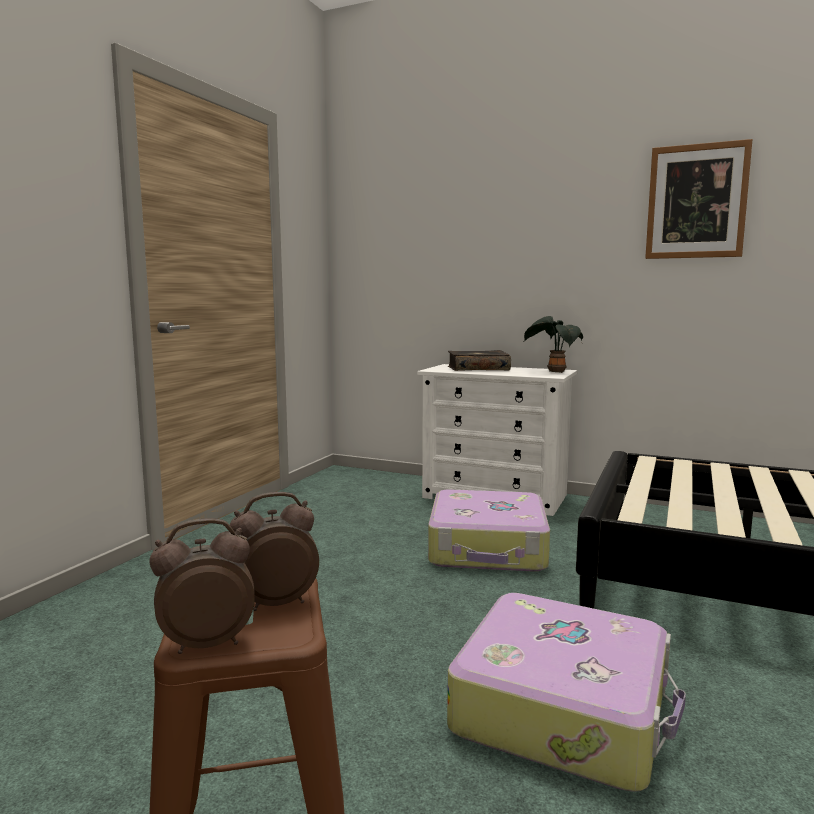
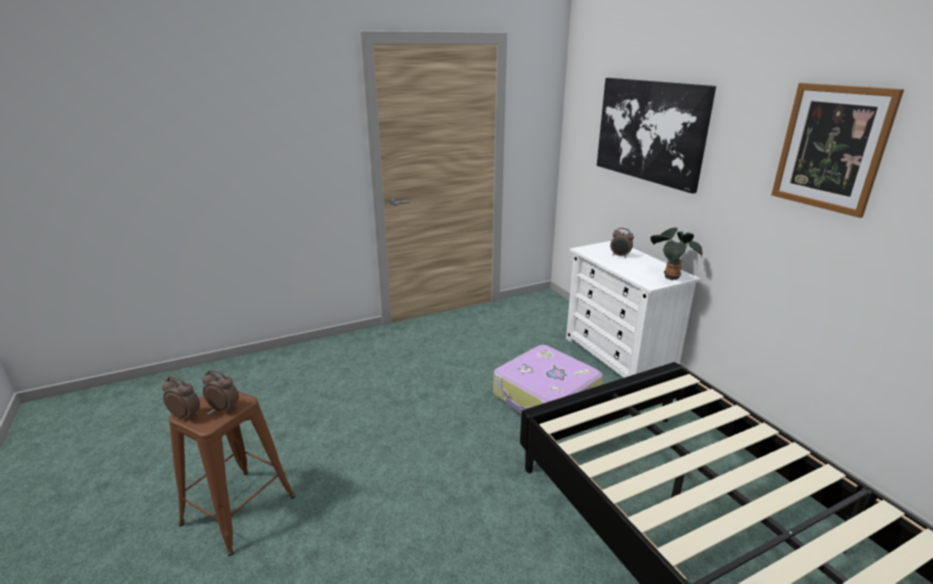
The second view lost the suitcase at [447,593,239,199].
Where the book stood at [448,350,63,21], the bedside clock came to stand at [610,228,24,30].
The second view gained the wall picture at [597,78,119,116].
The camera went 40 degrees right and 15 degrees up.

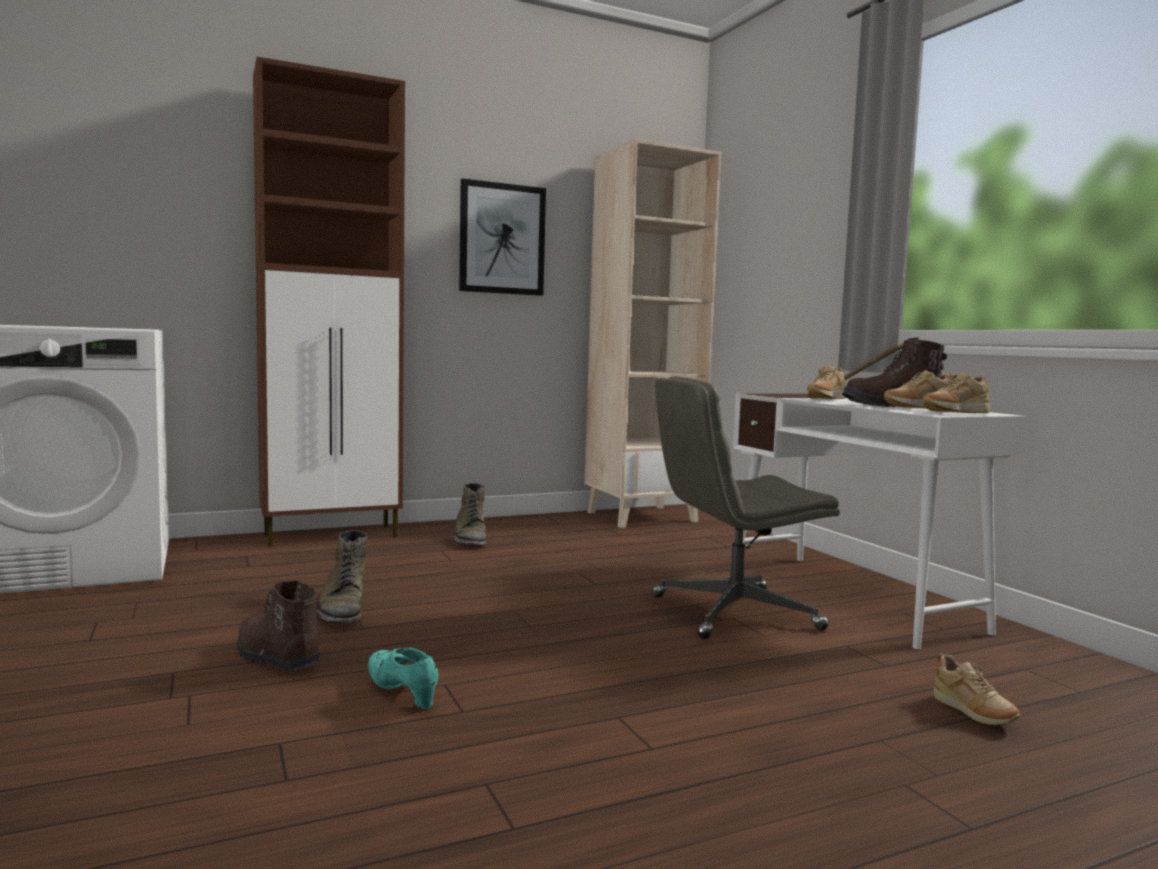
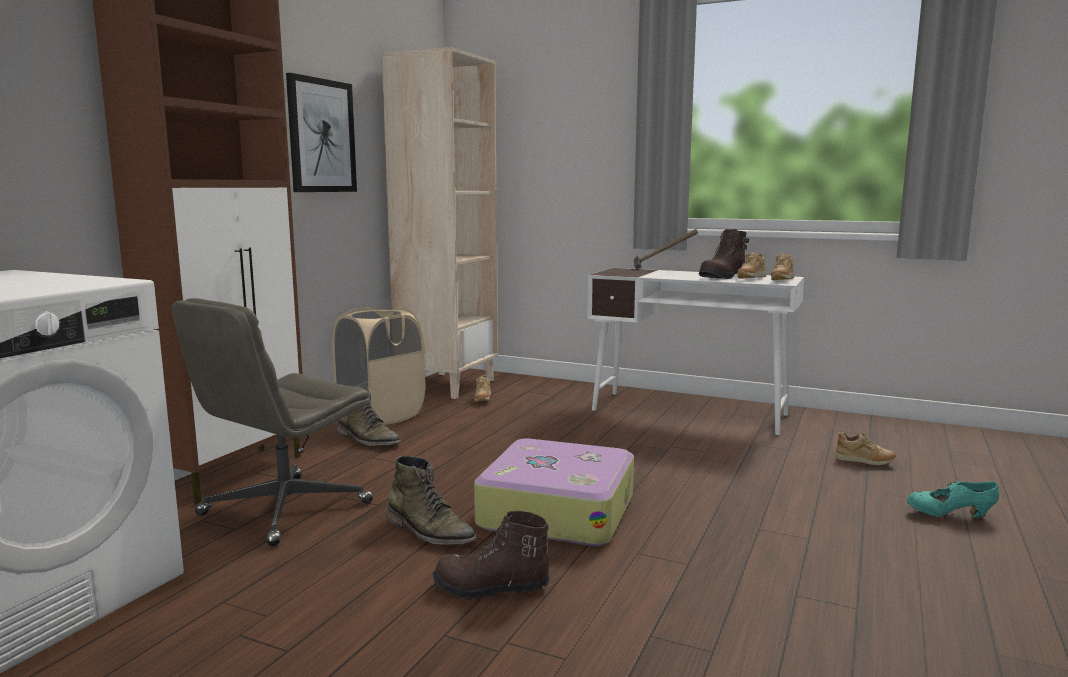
The turquoise-coloured item of footwear ended up elsewhere, having gone from [368,647,70,62] to [907,481,92,37].
The gray desk chair ended up elsewhere, having gone from [651,376,189,263] to [172,298,201,248].
The beige item of footwear ended up elsewhere, having gone from [807,365,38,34] to [475,374,16,28].
The second view gained the beige washing basket at [332,307,93,118].
The second view gained the suitcase at [474,438,160,108].
The camera went 40 degrees left and 5 degrees up.

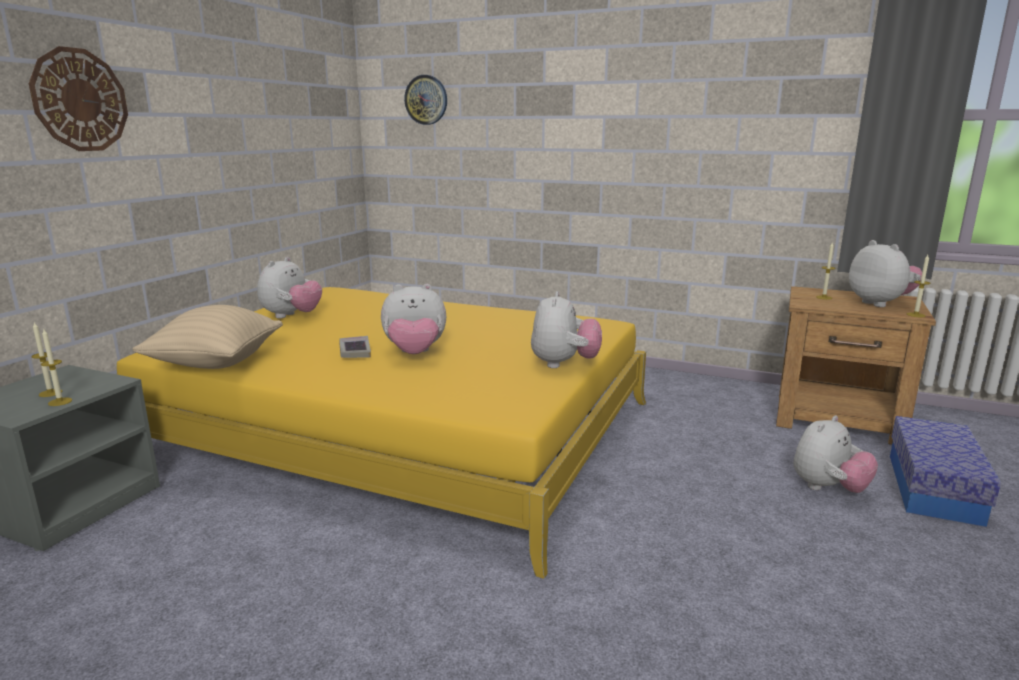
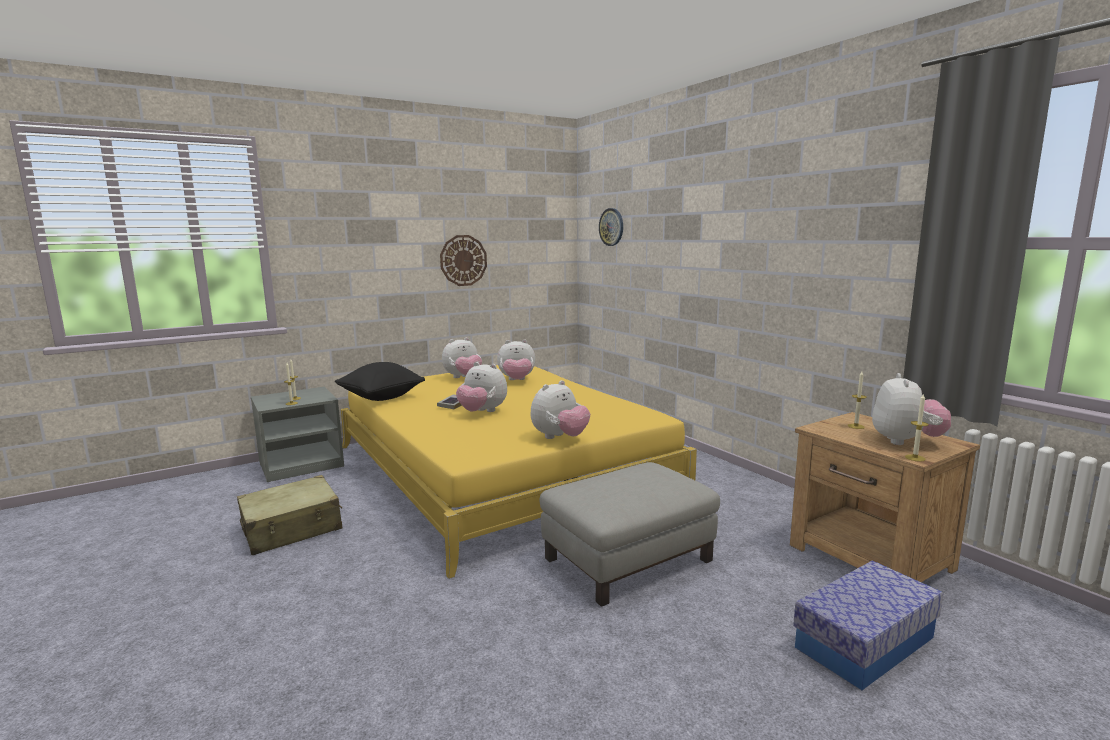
The wall clock ended up elsewhere, having gone from [29,46,99,105] to [440,235,47,51].
What was the beige pillow at [132,305,151,64] turned into the black-coloured pillow at [335,362,90,39].
The soft toy ended up elsewhere, having gone from [793,415,85,78] to [497,339,38,41].
The second view gained the beige suitcase at [237,475,105,80].
The second view gained the gray pouffe at [539,462,181,145].
The camera went 35 degrees right and 5 degrees down.

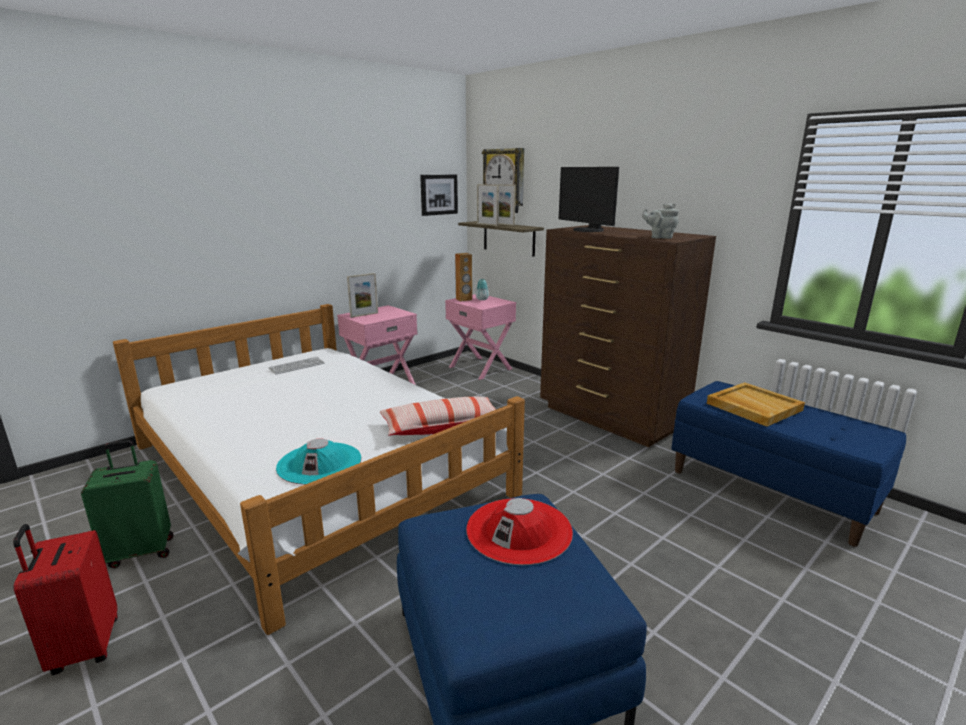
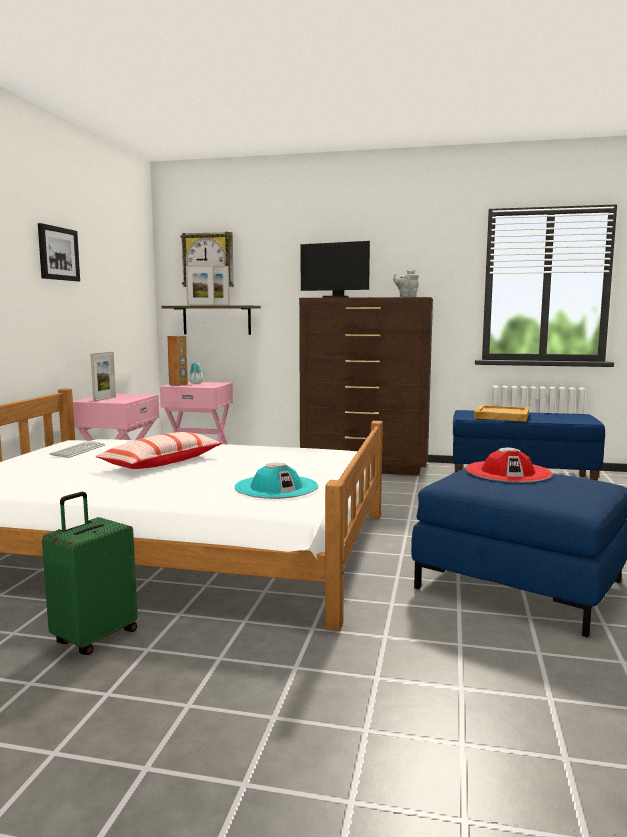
The second view lost the red suitcase at [13,524,105,151].
The pillow ended up elsewhere, having gone from [380,396,116,40] to [95,432,128,37].
The wall picture ended up elsewhere, having gone from [420,175,38,41] to [38,223,42,58].
The camera went 35 degrees left and 10 degrees down.

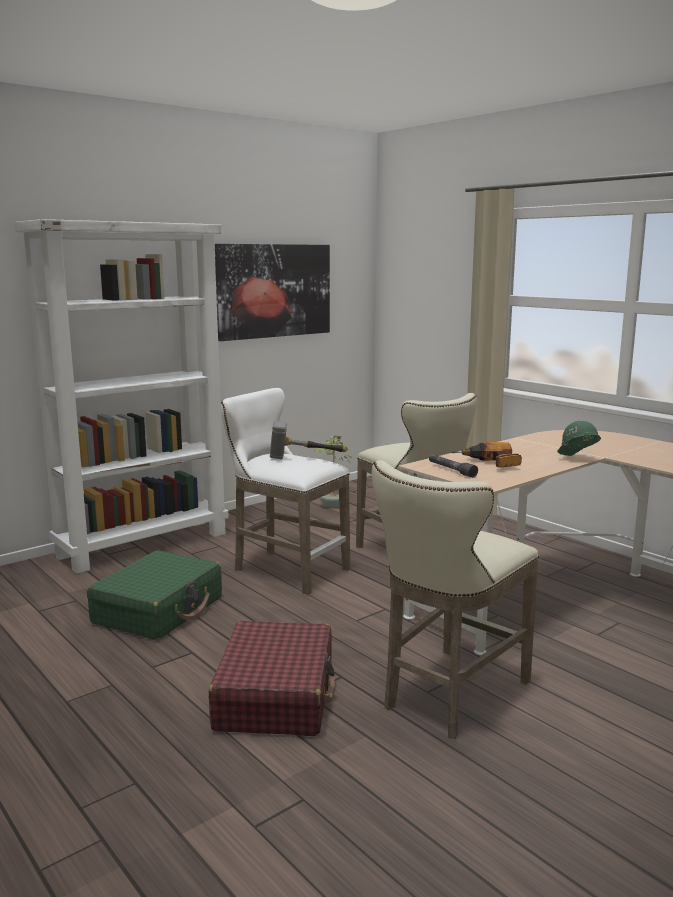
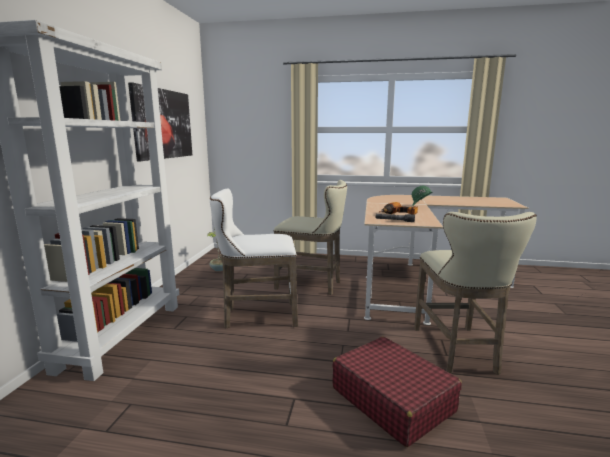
The second view lost the greenish suitcase at [87,550,135,90].
The second view lost the tool hammer at [270,421,78,38].
The camera went 40 degrees left and 0 degrees up.

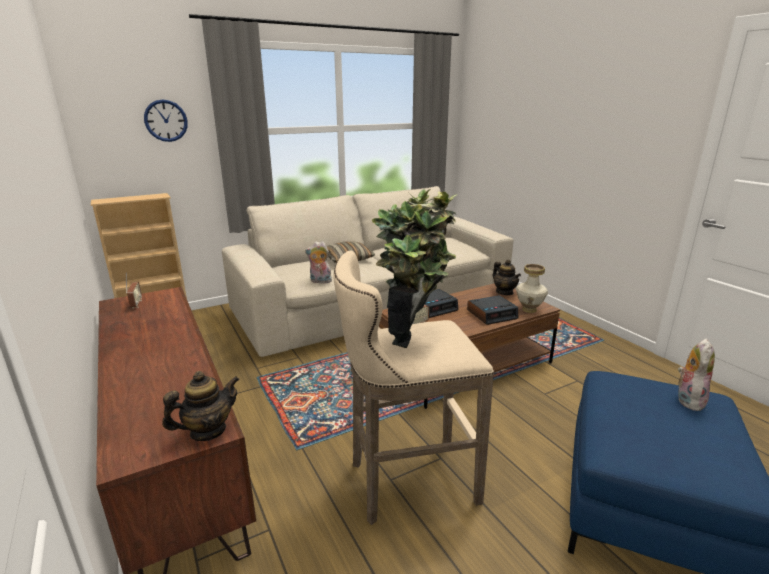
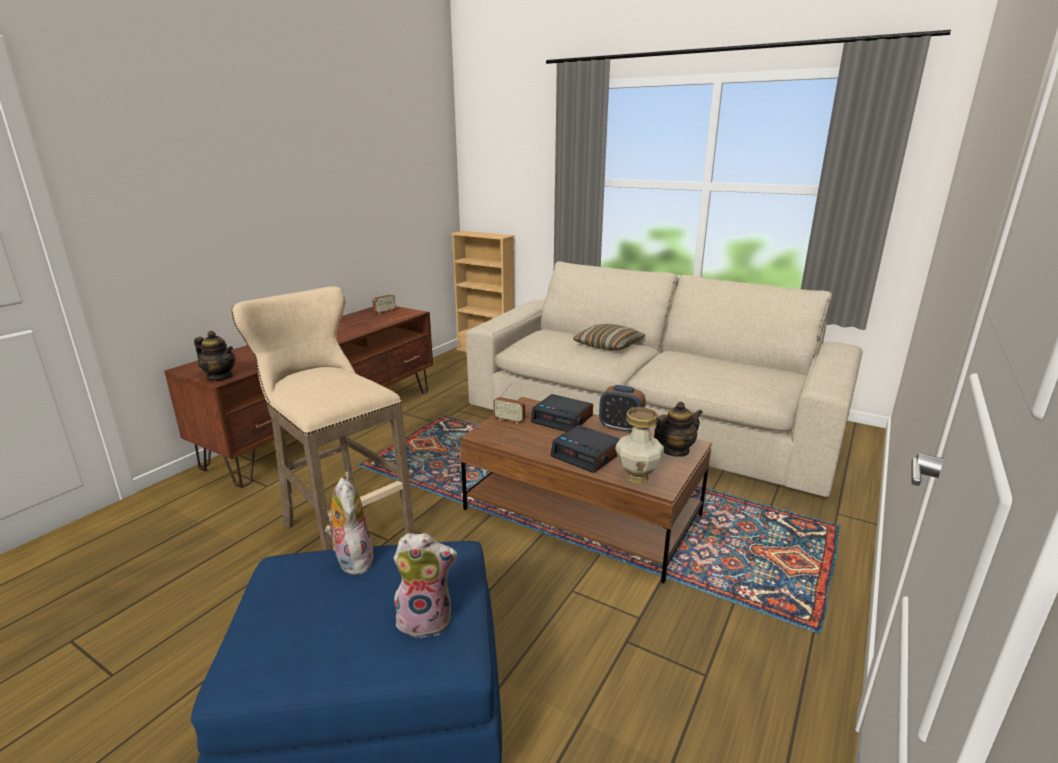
The second view lost the wall clock at [144,99,44,43].
The soft toy ended up elsewhere, having gone from [305,241,27,42] to [325,478,49,97].
The second view lost the plant in a pot at [372,189,86,159].
The teapot at [493,260,28,35] ended up facing another way, 150 degrees counterclockwise from before.
The second view gained the bedside clock at [599,385,47,48].
The camera went 60 degrees right and 0 degrees up.

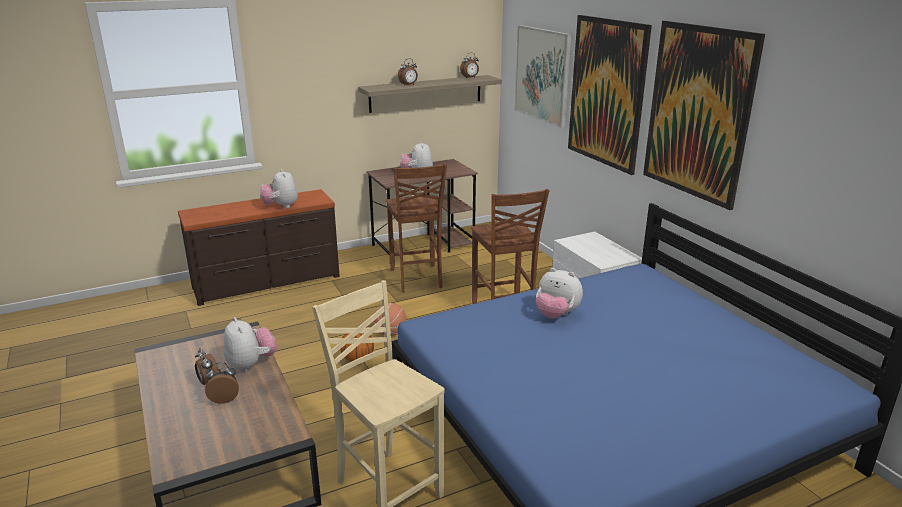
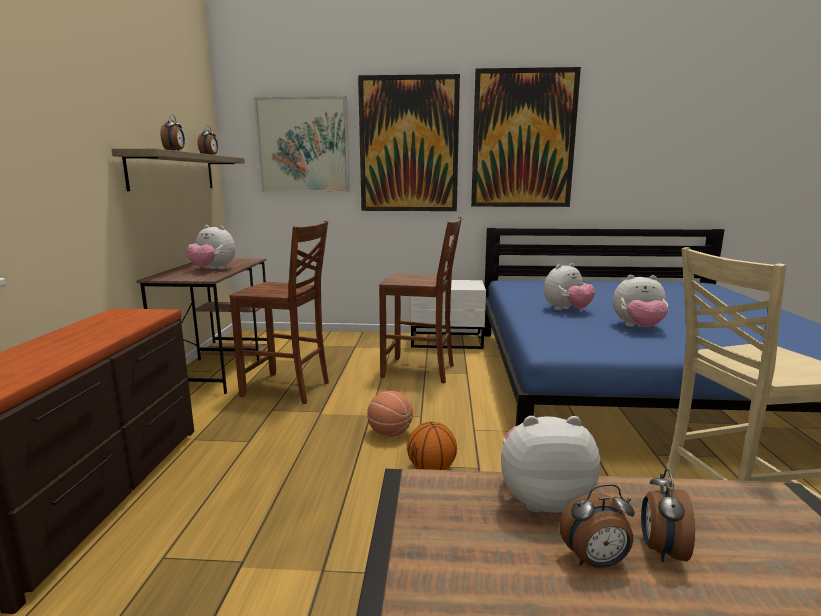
The soft toy ended up elsewhere, having gone from [260,169,38,39] to [613,275,55,53].
The camera went 60 degrees left and 10 degrees down.

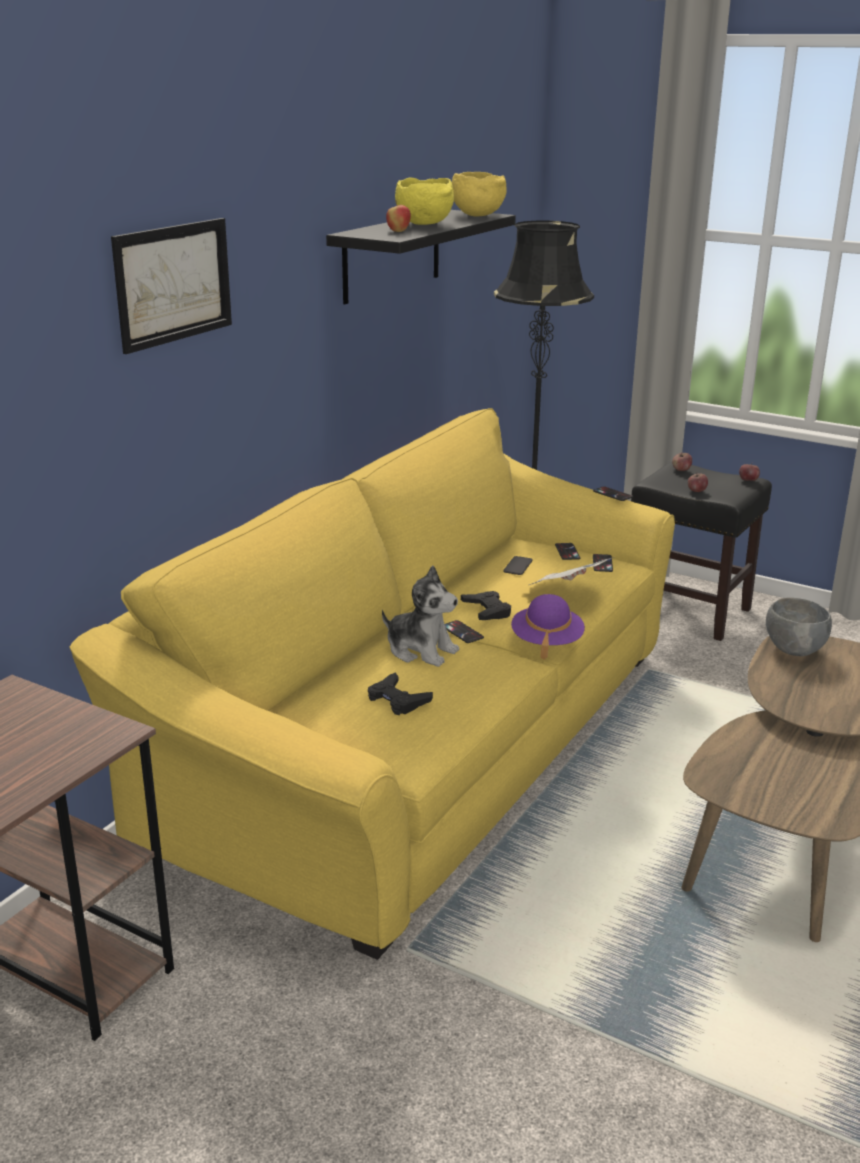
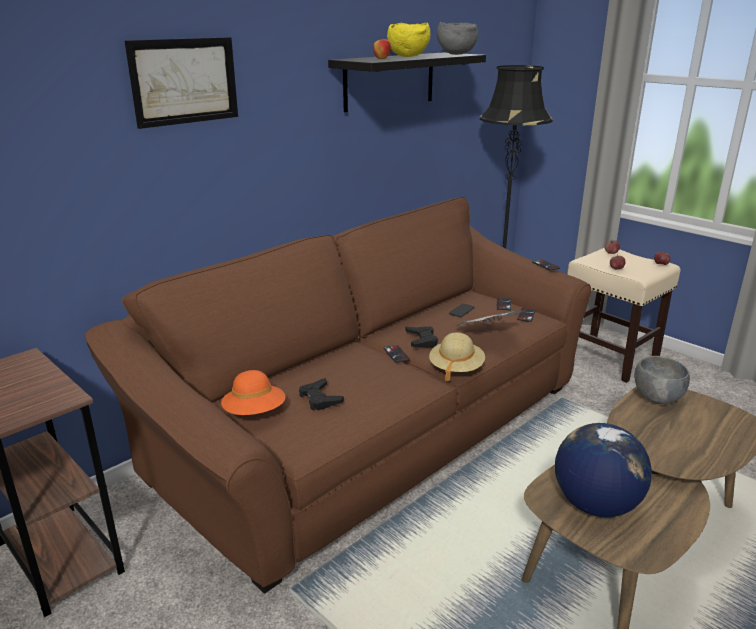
What was the yellow settee at [70,408,605,552] turned into the brown-coloured settee at [85,197,506,397].
The second view lost the soft toy at [382,565,77,102].
What was the yellow serving bowl at [452,172,55,45] turned into the gray serving bowl at [437,22,41,33].
What was the purple-coloured wearable hat at [511,594,74,66] turned into the beige wearable hat at [429,332,56,50].
What was the black-coloured stool at [631,462,141,179] turned into the beige stool at [567,248,113,135].
The second view gained the orange-coloured wearable hat at [221,370,64,45].
The second view gained the world globe at [555,423,97,94].
The camera went 15 degrees right and 0 degrees up.

